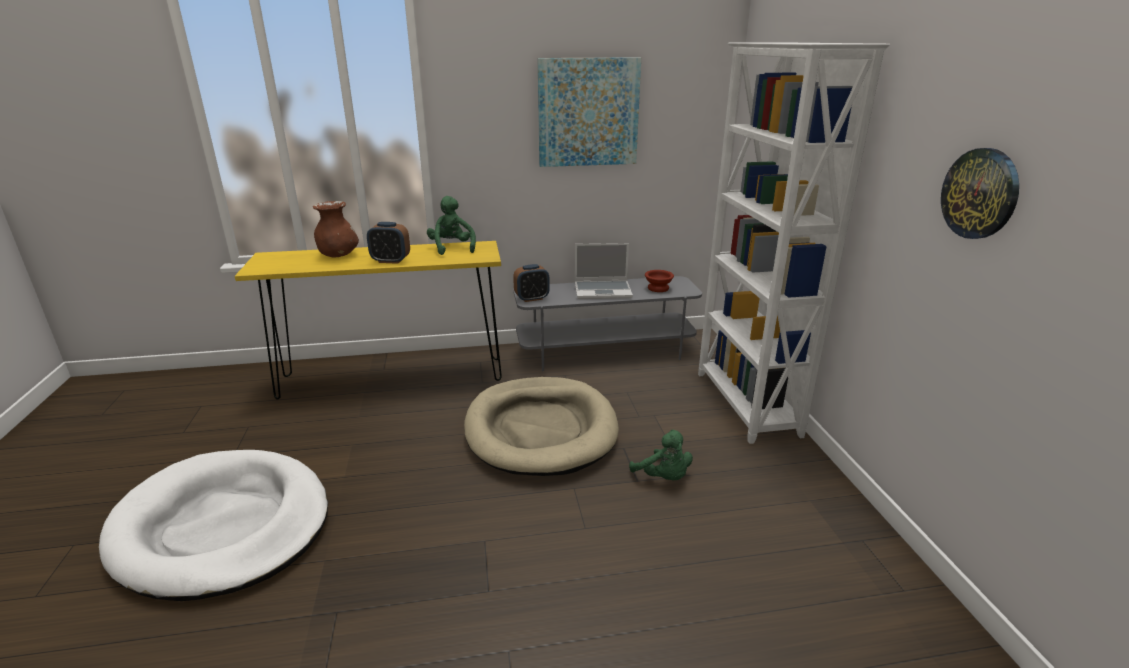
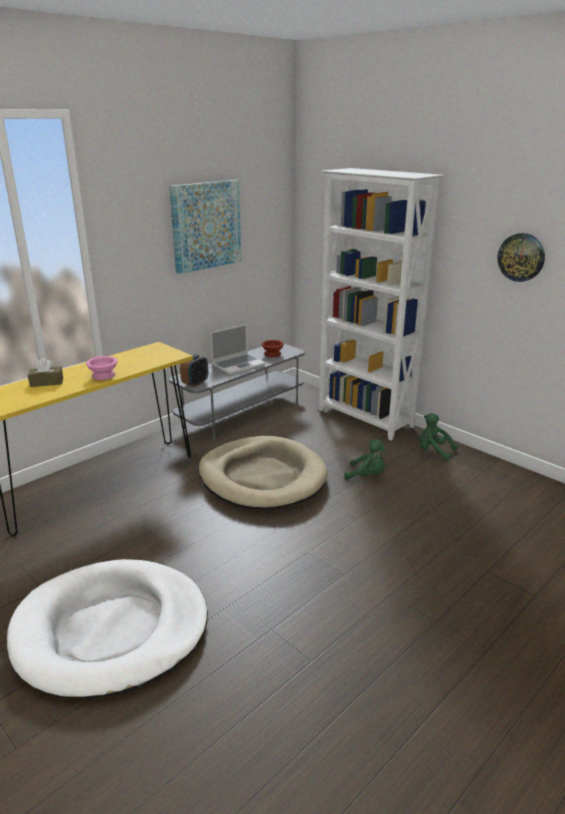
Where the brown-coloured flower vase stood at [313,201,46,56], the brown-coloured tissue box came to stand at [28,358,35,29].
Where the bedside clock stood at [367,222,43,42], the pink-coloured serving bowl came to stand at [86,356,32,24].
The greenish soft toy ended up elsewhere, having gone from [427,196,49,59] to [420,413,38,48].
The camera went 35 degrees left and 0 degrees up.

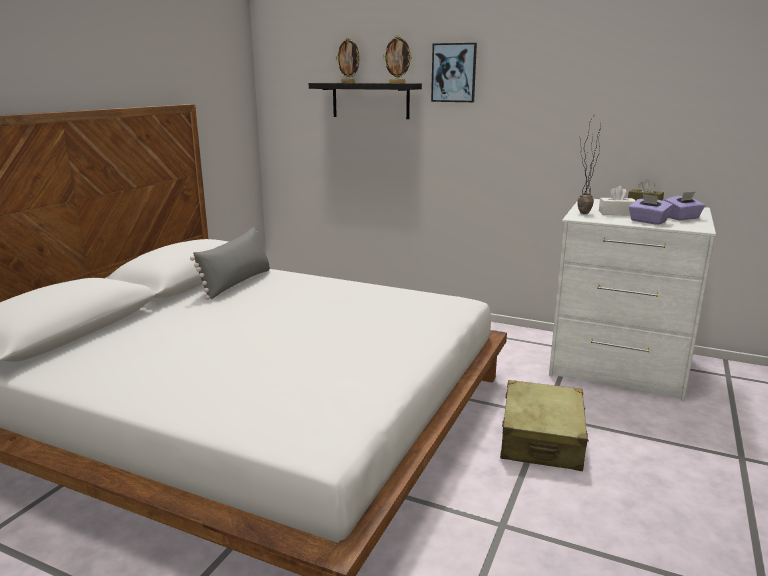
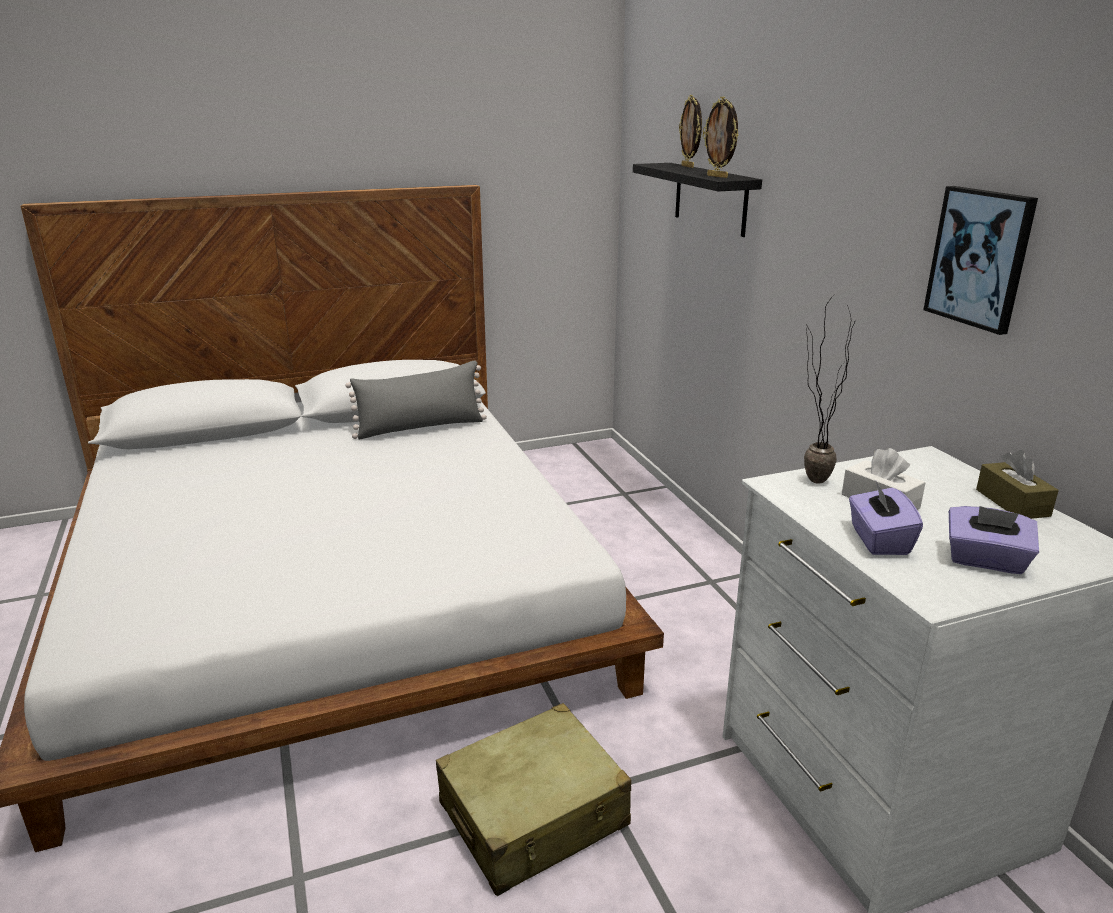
The wall picture ended up elsewhere, having gone from [431,43,46,59] to [923,186,115,149].
The camera went 45 degrees right and 5 degrees up.

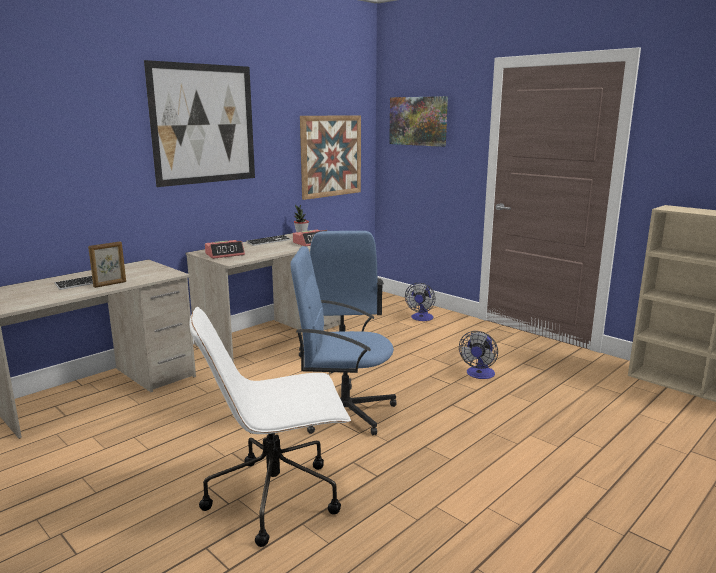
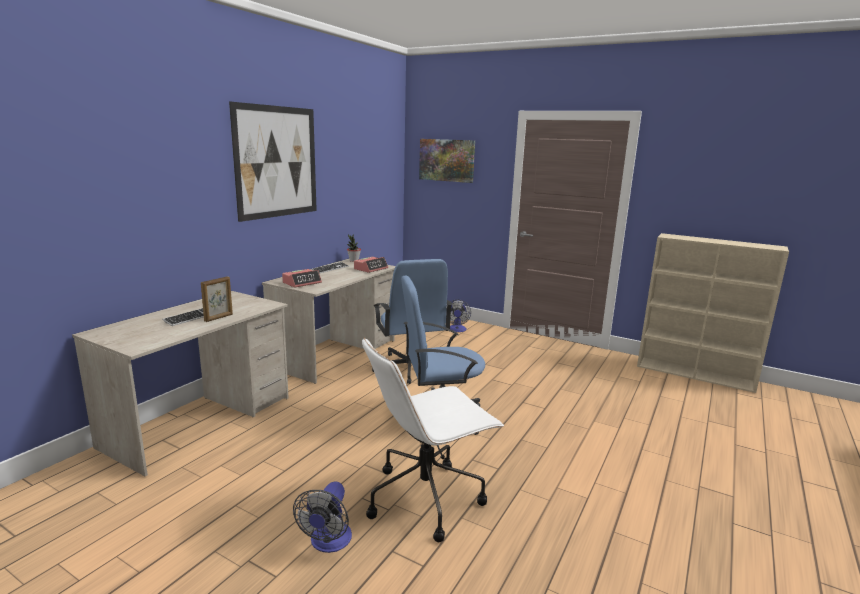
The second view lost the wall picture at [300,115,61,85].
The cooling fan ended up elsewhere, having gone from [459,331,39,48] to [293,482,59,71].
The camera went 15 degrees left and 0 degrees up.

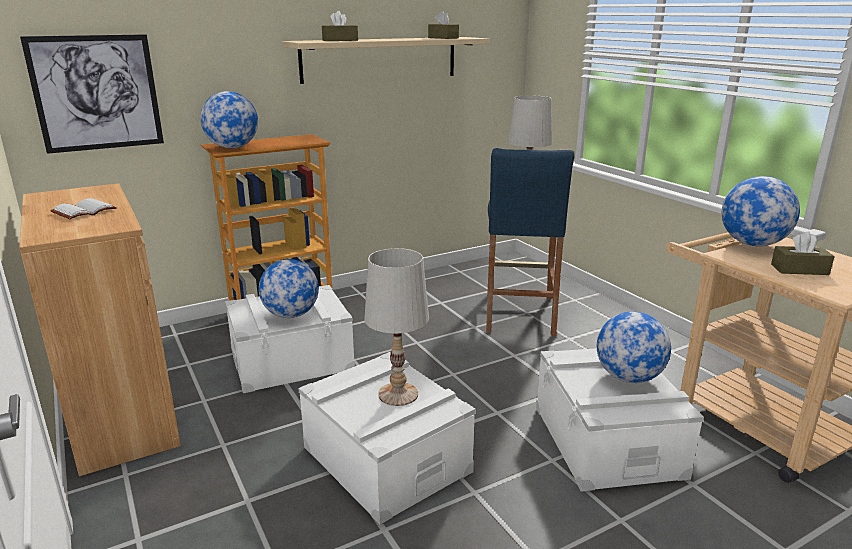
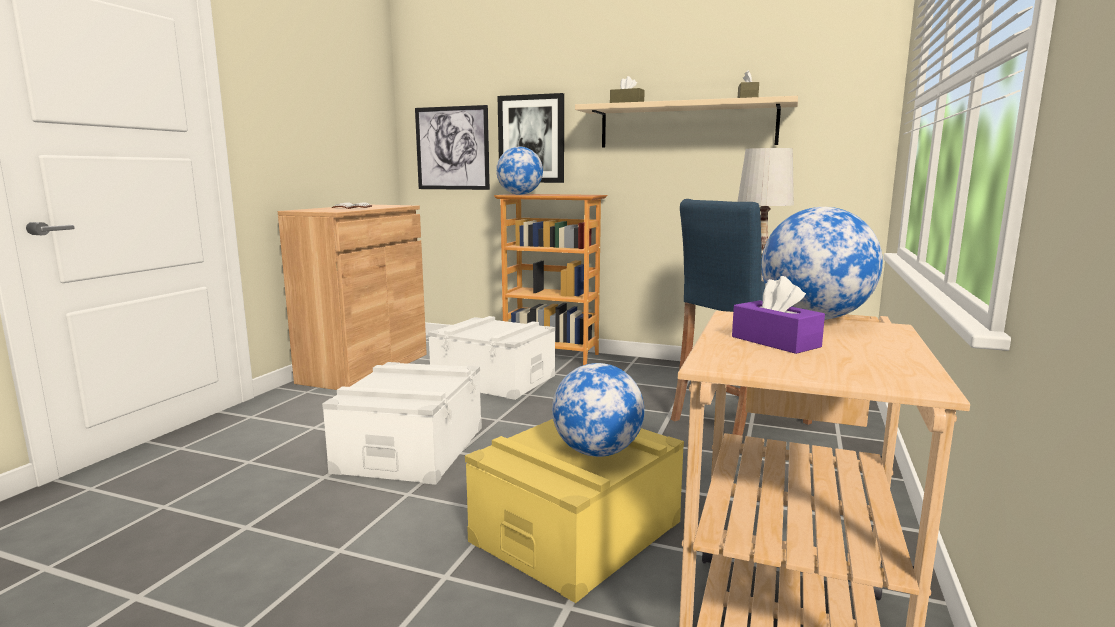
The second view lost the world globe at [259,259,60,59].
The second view lost the whitish table lamp at [364,248,65,158].
What was the whitish storage box at [536,348,168,144] turned into the yellow storage box at [465,419,219,184].
What was the brown-coloured tissue box at [771,232,64,43] turned into the purple-coloured tissue box at [732,276,93,78].
The second view gained the wall picture at [498,93,66,90].
The camera went 50 degrees right and 10 degrees down.

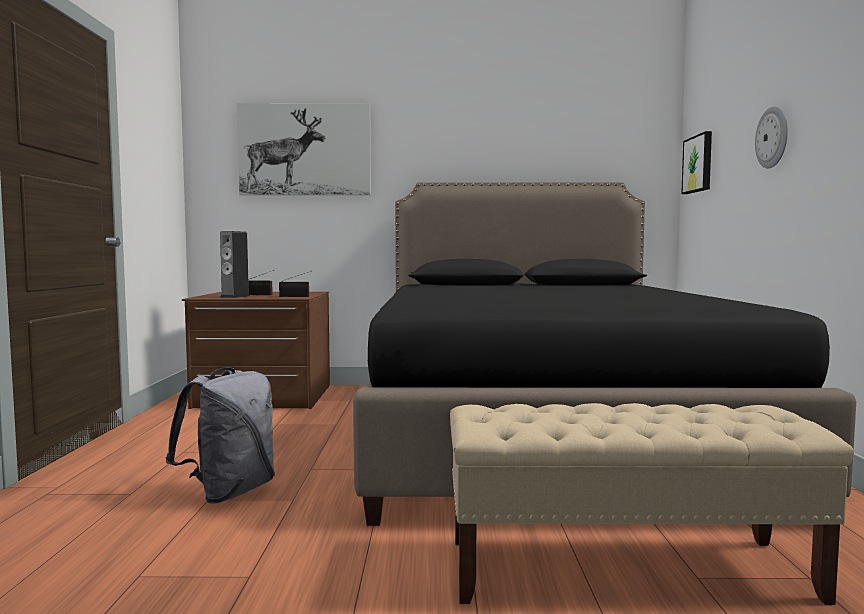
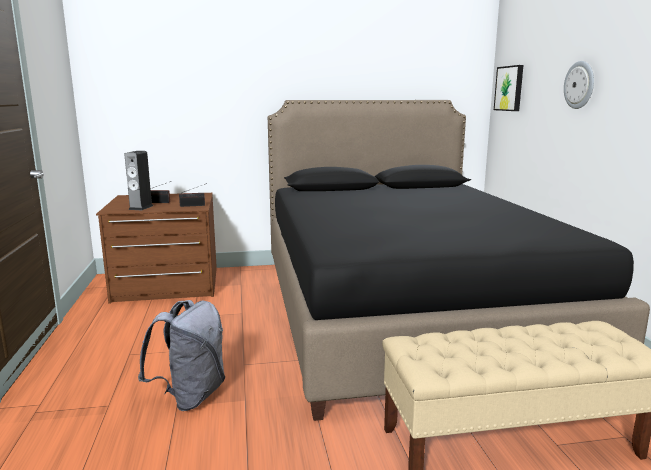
The second view lost the wall picture at [237,103,134,92].
The camera went 10 degrees left and 10 degrees up.

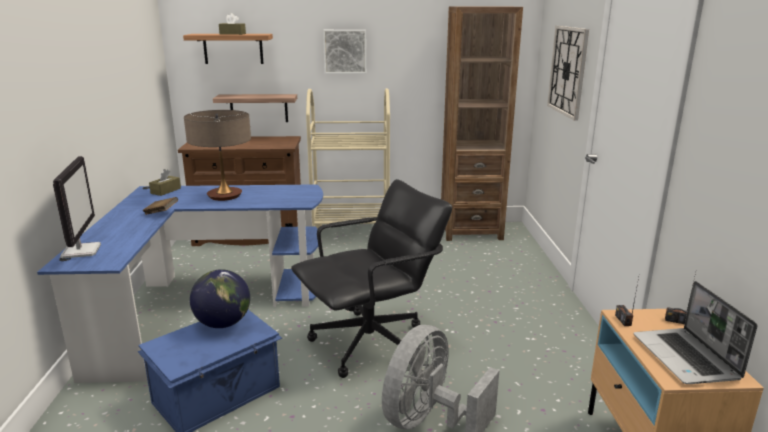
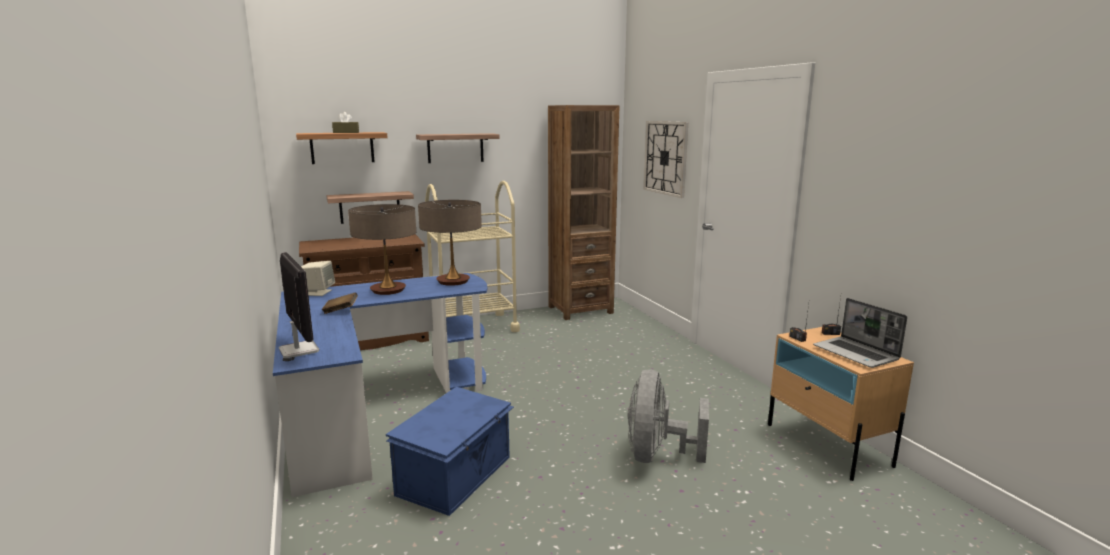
Where the brown-coloured tissue box stood at [149,169,32,27], the beige loudspeaker came to stand at [301,261,34,35].
The second view lost the world globe at [190,269,60,59].
The second view lost the black-coloured desk chair at [291,179,161,199].
Where the wall picture hung at [323,30,43,44], the shelf came to hang at [416,133,84,30].
The second view gained the table lamp at [418,200,64,86].
The camera went 20 degrees left and 5 degrees down.

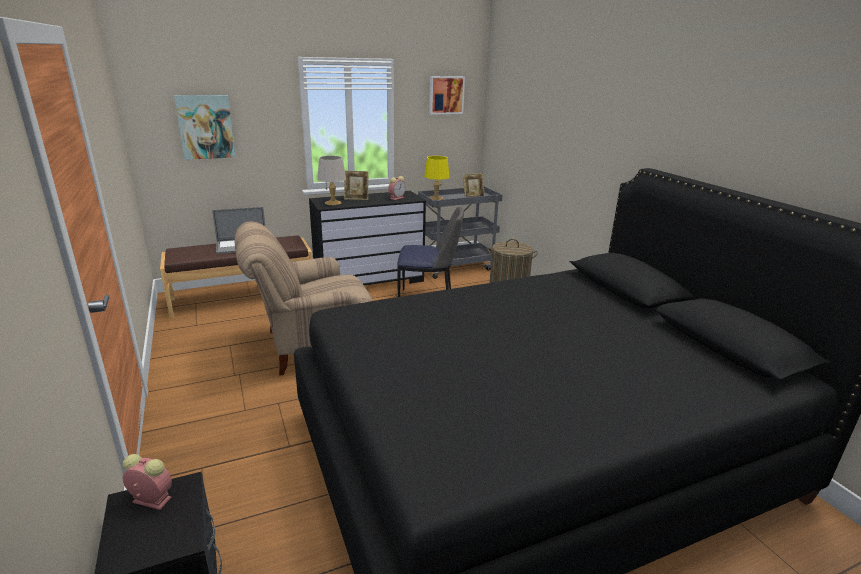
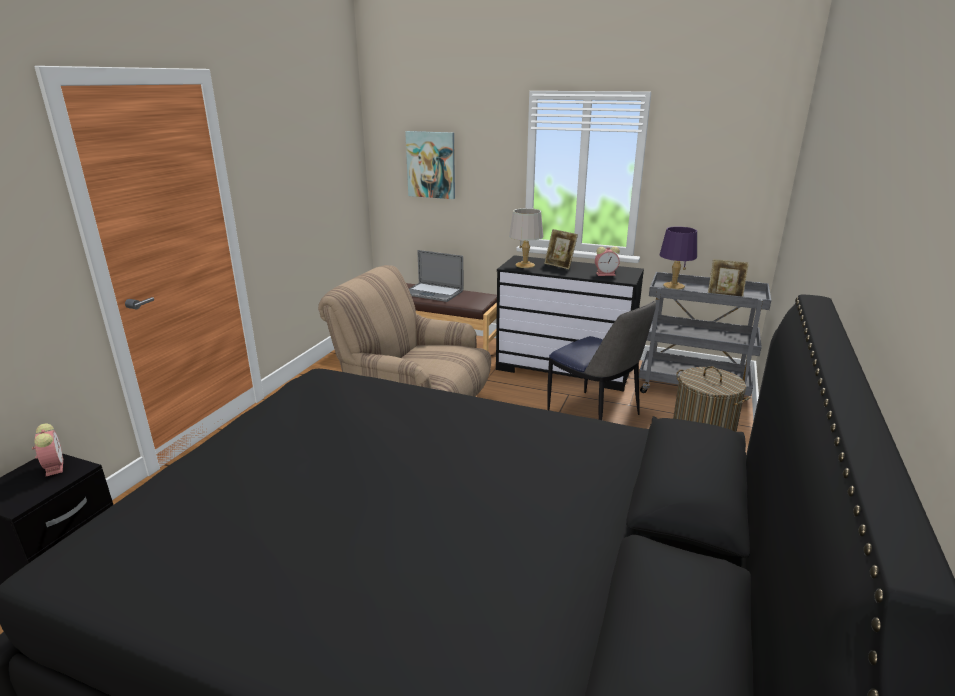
What was the yellow table lamp at [424,156,25,44] turned into the purple-coloured table lamp at [660,227,37,62].
The second view lost the wall picture at [429,76,36,39].
The camera went 45 degrees right and 0 degrees up.

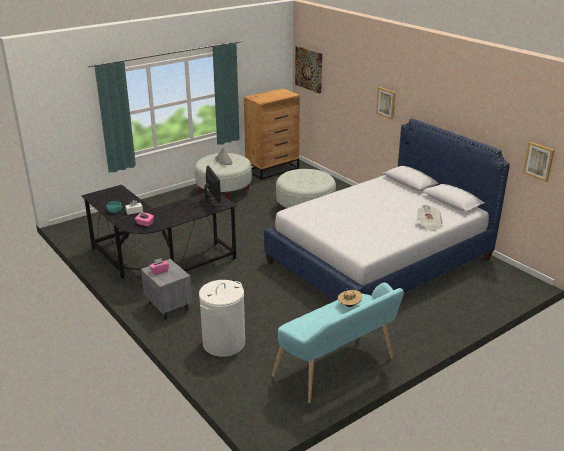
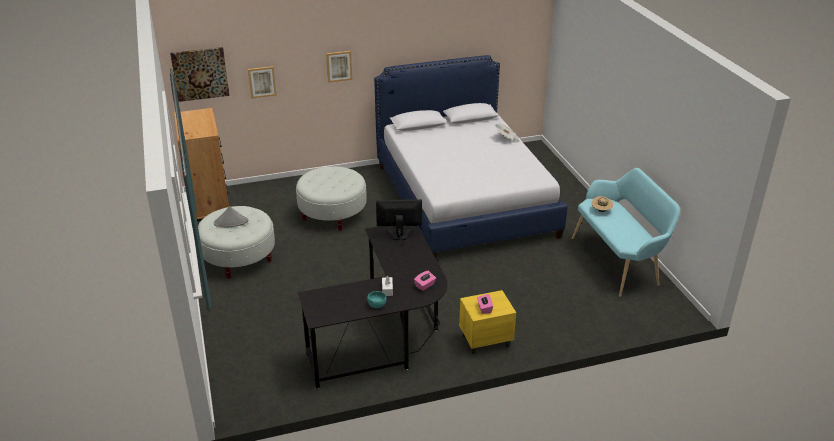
What was the gray nightstand at [141,259,51,61] turned into the yellow nightstand at [459,290,57,65].
The second view lost the whitish washing basket at [199,280,46,77].
The wall picture ended up elsewhere, having gone from [523,142,31,40] to [248,66,29,33].
The camera went 70 degrees left and 5 degrees up.

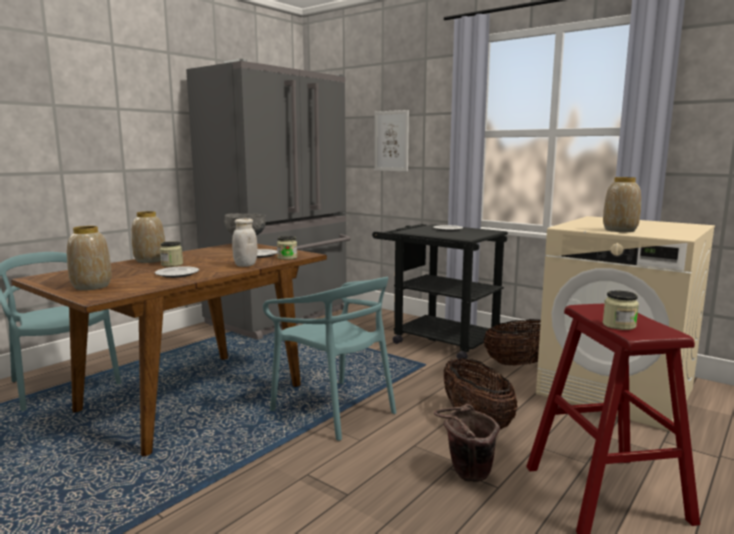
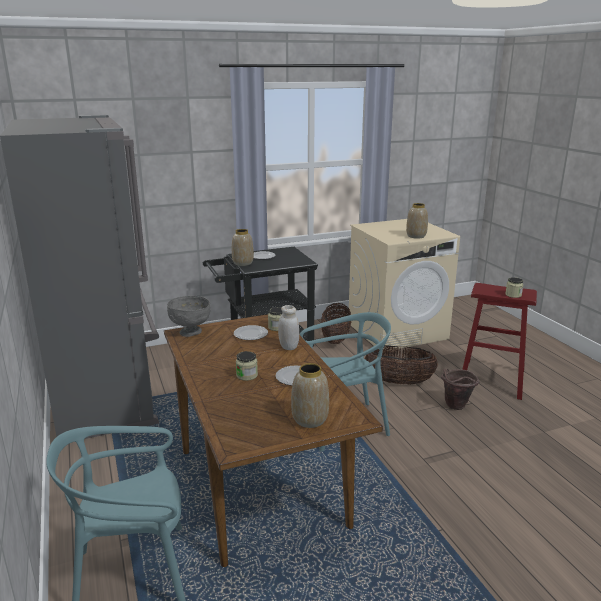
The flower vase ended up elsewhere, having gone from [131,211,34,52] to [232,229,22,37].
The second view lost the wall picture at [374,110,35,62].
The camera went 60 degrees left and 10 degrees up.

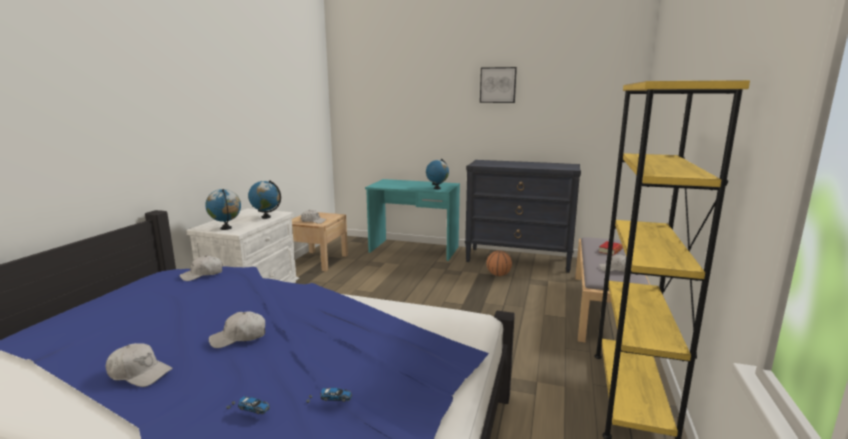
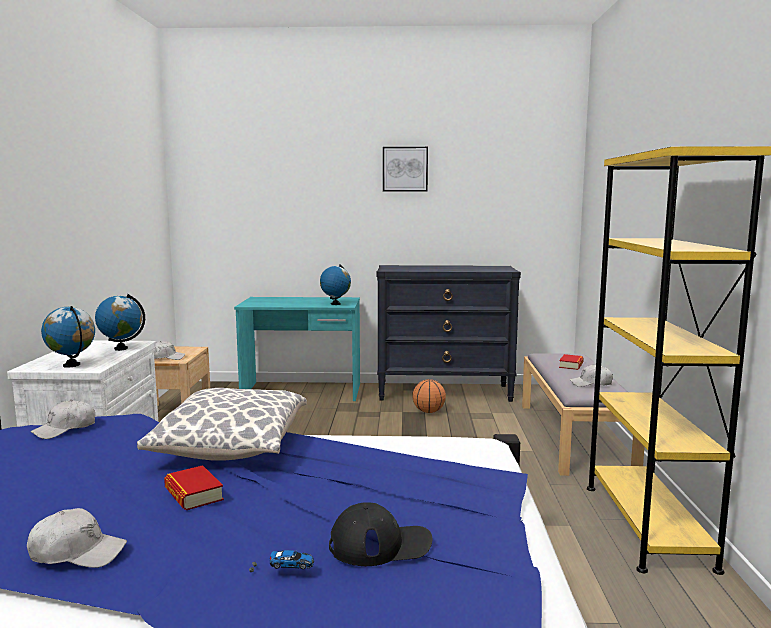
Where the whitish cap stood at [209,311,56,37], the book came to stand at [164,465,60,45].
Where the model car stood at [306,388,46,15], the black-coloured cap came to stand at [329,502,103,64].
The second view gained the pillow at [137,388,170,73].
The camera went 15 degrees left and 5 degrees down.

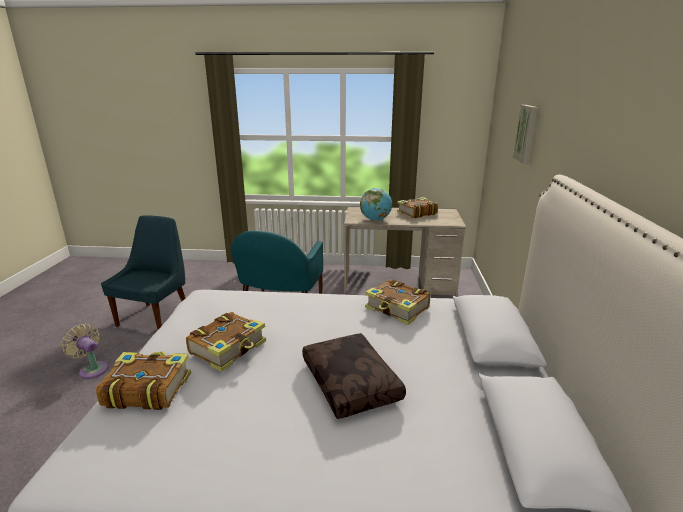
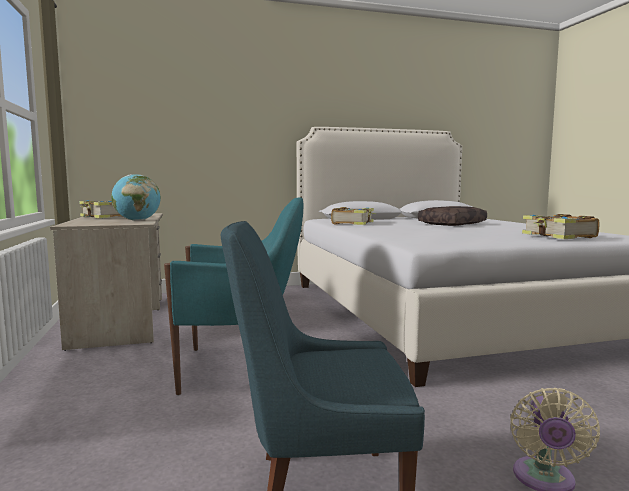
The second view lost the book at [186,312,80,60].
The second view lost the wall picture at [513,105,25,59].
The camera went 110 degrees left and 15 degrees down.

